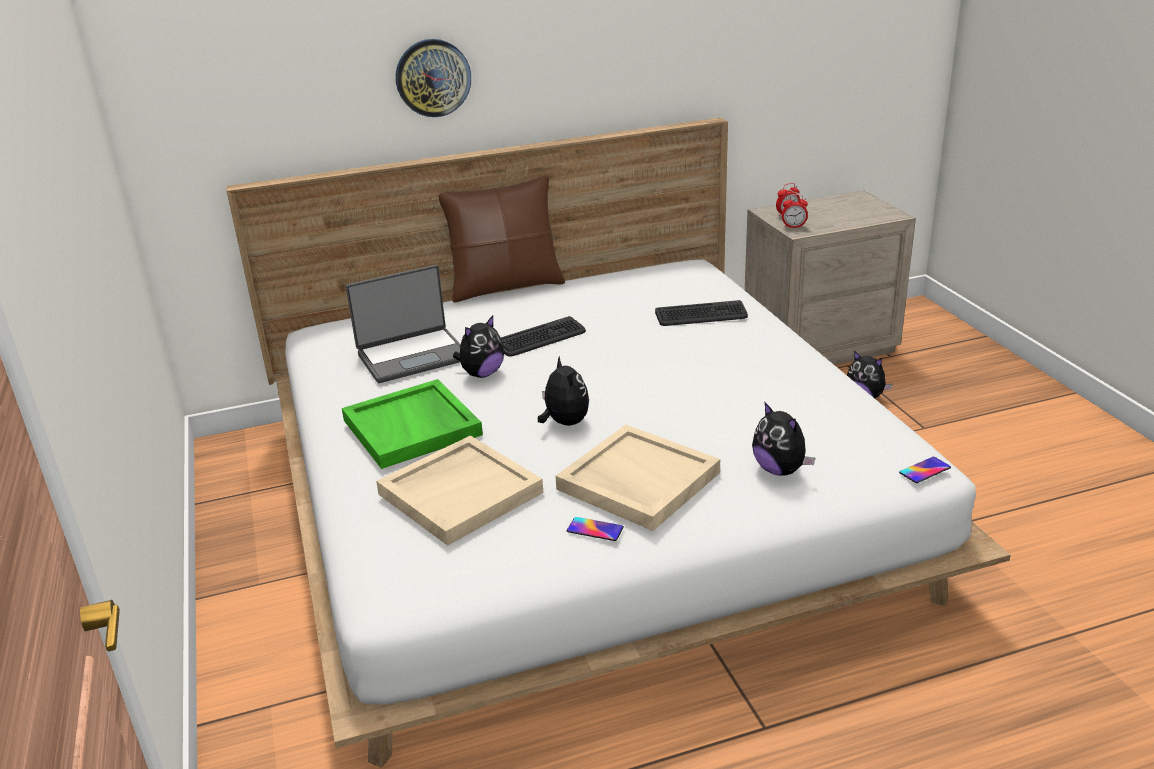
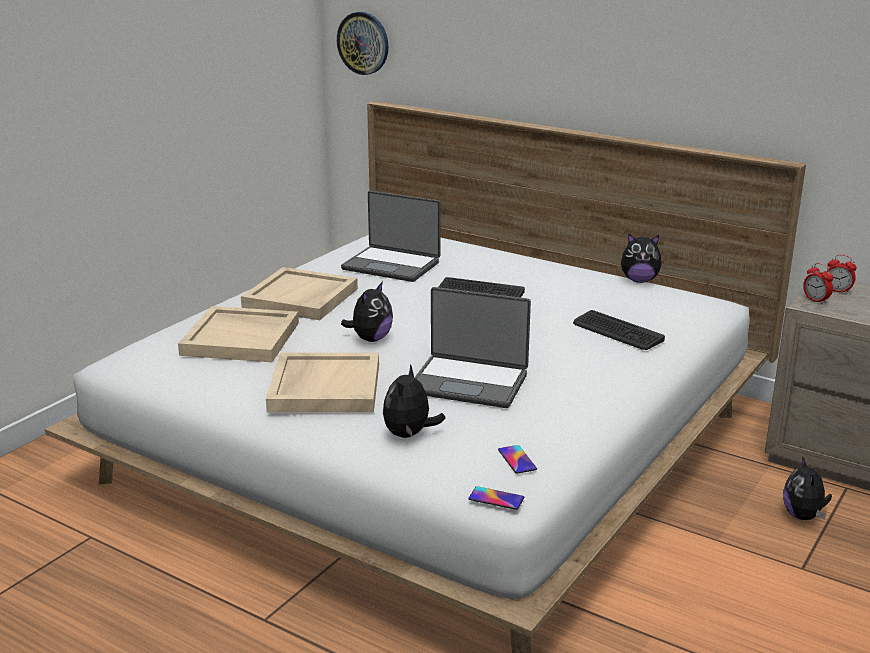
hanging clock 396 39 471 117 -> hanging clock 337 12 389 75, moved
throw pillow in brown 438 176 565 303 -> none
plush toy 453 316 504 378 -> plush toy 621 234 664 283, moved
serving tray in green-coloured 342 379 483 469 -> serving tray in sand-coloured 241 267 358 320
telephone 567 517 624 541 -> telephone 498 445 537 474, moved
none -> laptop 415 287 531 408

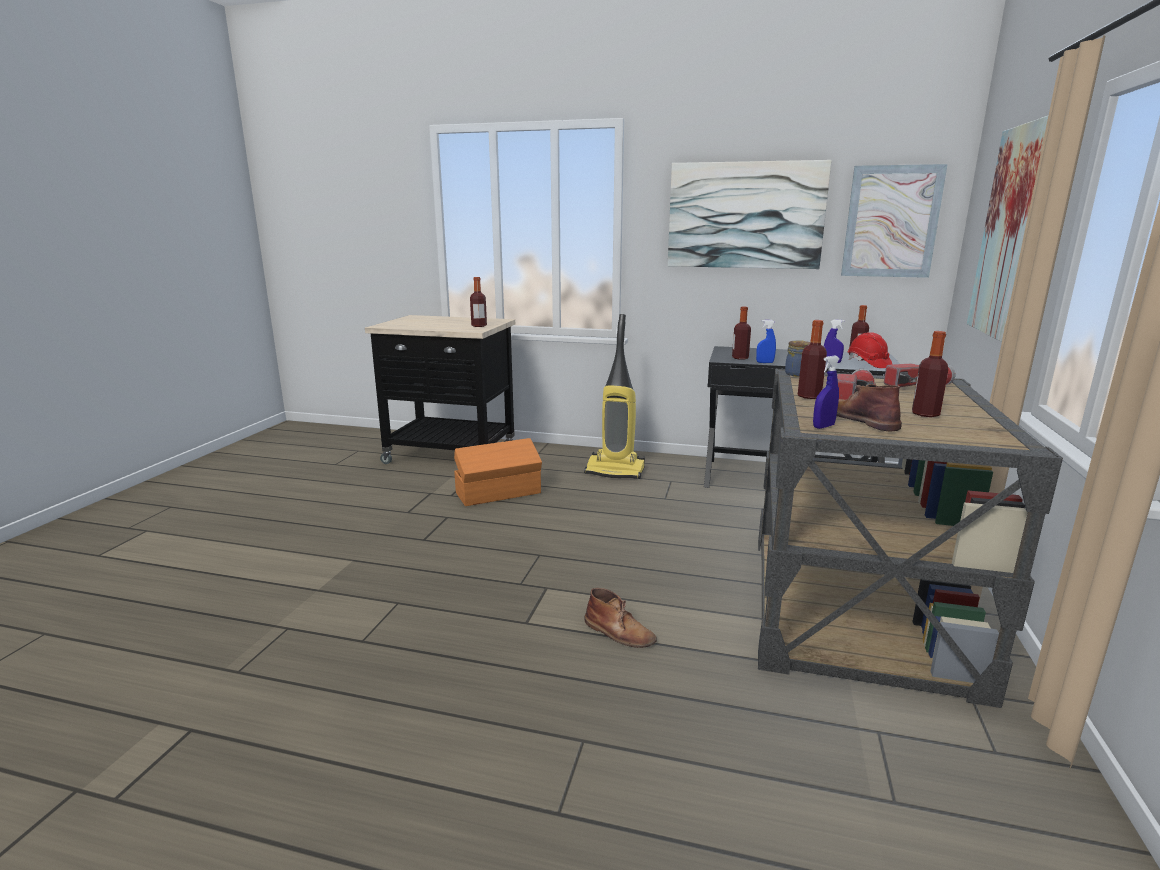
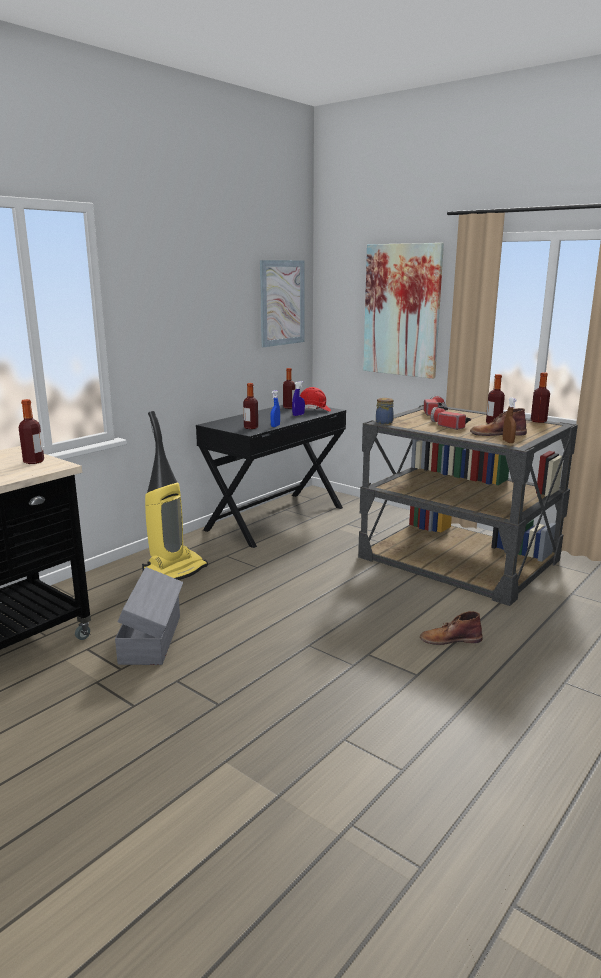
wall picture 668 160 832 269 -> none
bottle 798 320 827 399 -> bottle 531 372 550 423, moved
spray bottle in blue-coloured 813 355 840 429 -> spray bottle in brown 503 397 517 443
storage bin in orange-coloured 454 438 542 506 -> storage bin in gray 115 567 183 665
boot in brown 584 588 657 648 -> boot in brown 420 611 483 645, 150 degrees counterclockwise

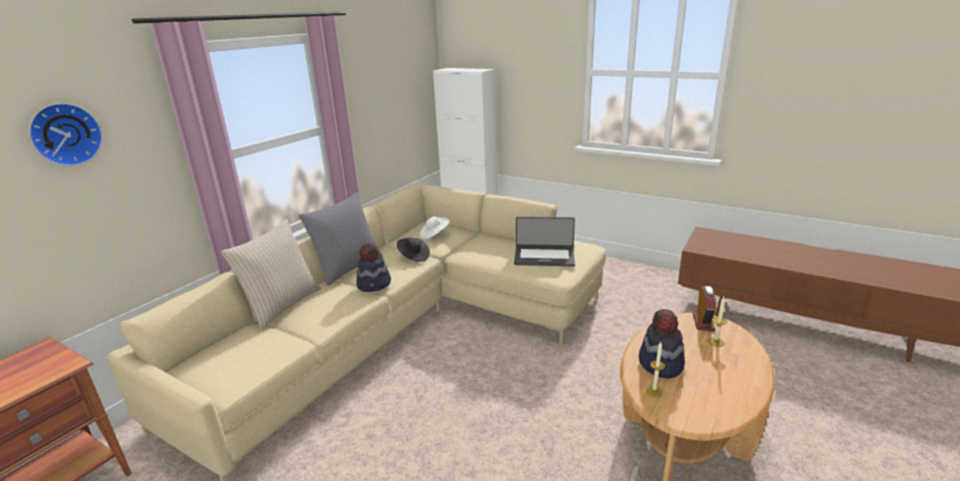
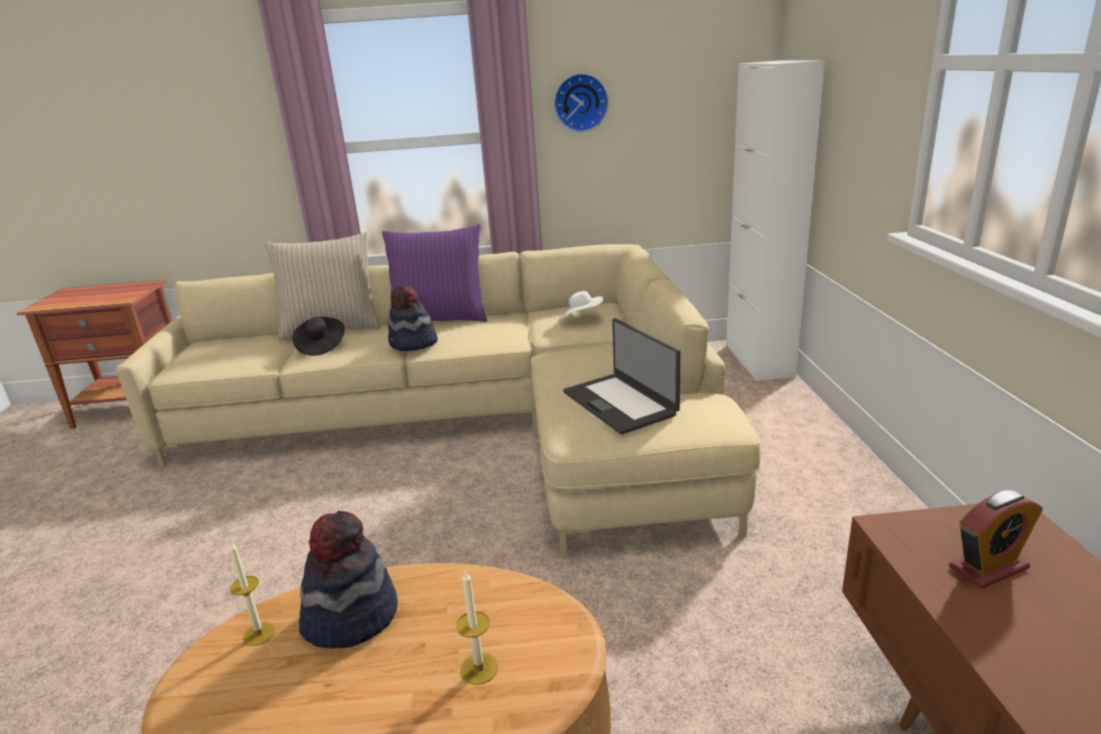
hanging clock 29 103 103 166 -> hanging clock 554 73 609 132, moved
throw pillow in gray 299 192 383 285 -> throw pillow in purple-coloured 382 224 487 323
hat in blackish 397 237 430 262 -> hat in blackish 292 317 345 356, moved
bedside clock 693 286 716 331 -> bedside clock 949 490 1043 589, moved

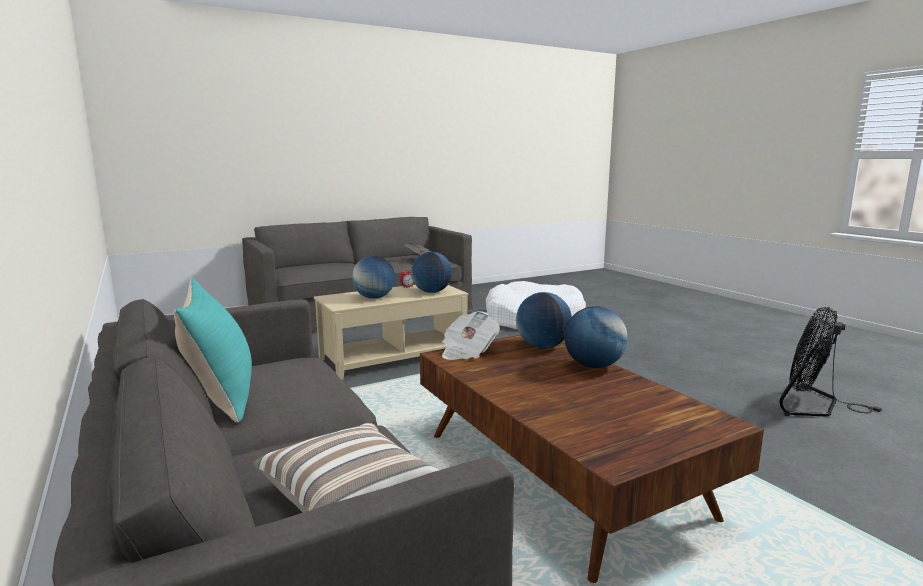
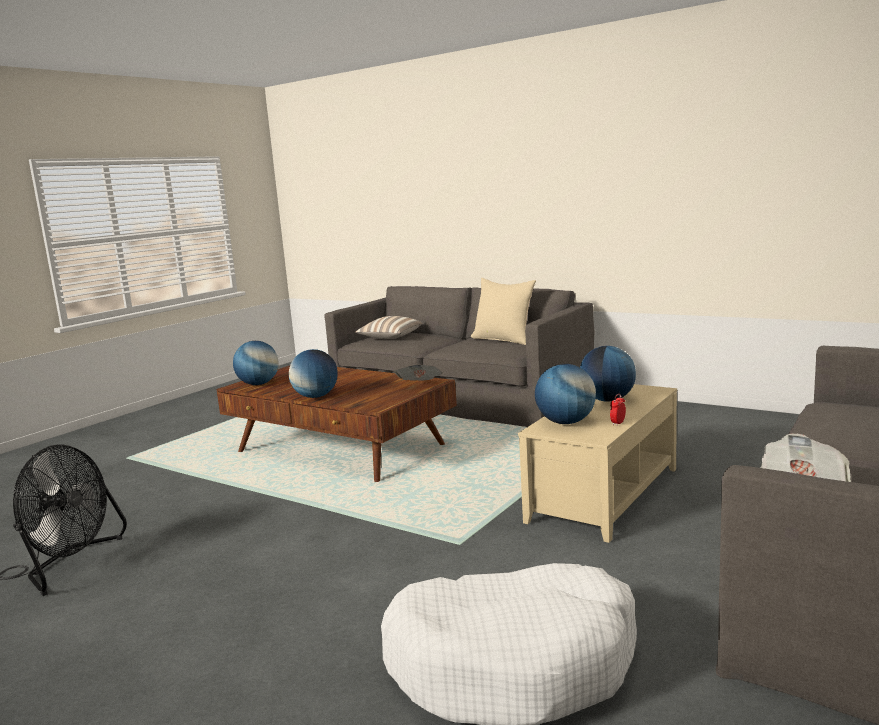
throw pillow in turquoise-coloured 174 278 252 423 -> throw pillow in sand-coloured 471 278 536 345
world globe 516 292 572 348 -> world globe 233 341 279 385, moved

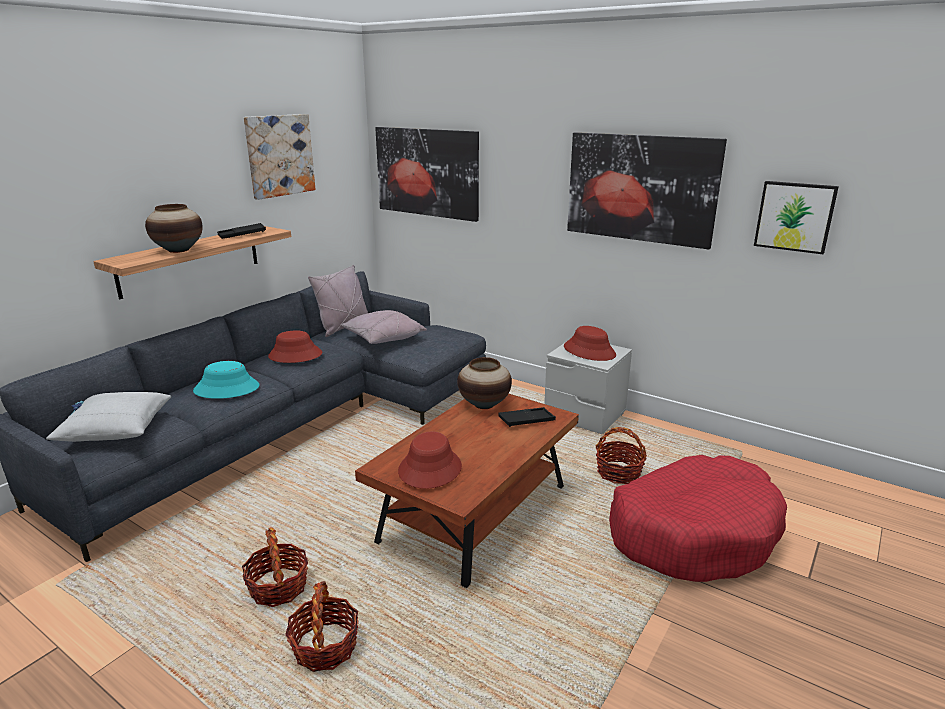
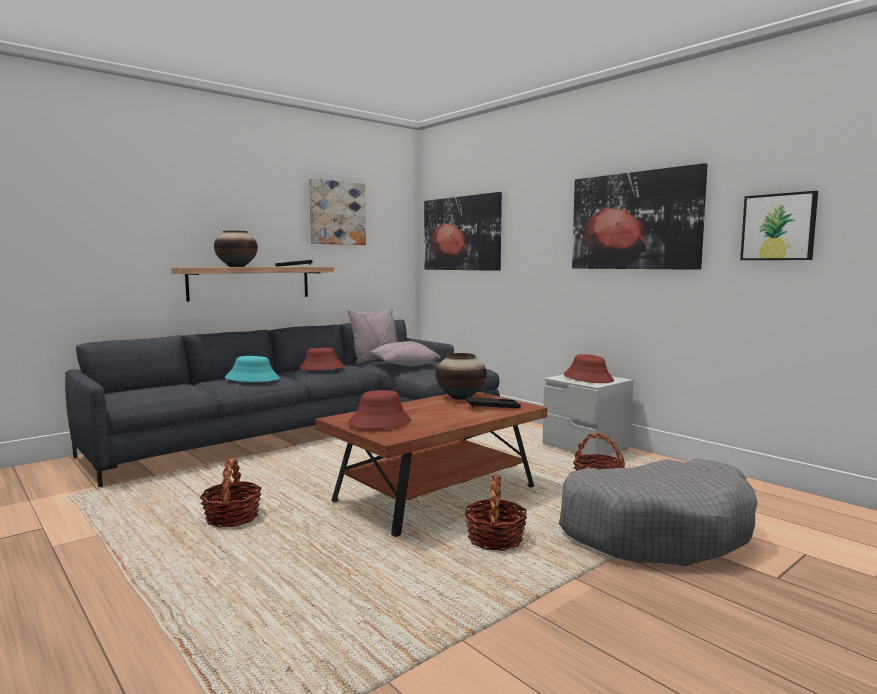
throw pillow in gray 46 392 171 442 -> none
dog bed in reddish 609 455 787 582 -> dog bed in gray 559 458 757 566
household basket 285 581 359 672 -> household basket 465 475 527 551, moved

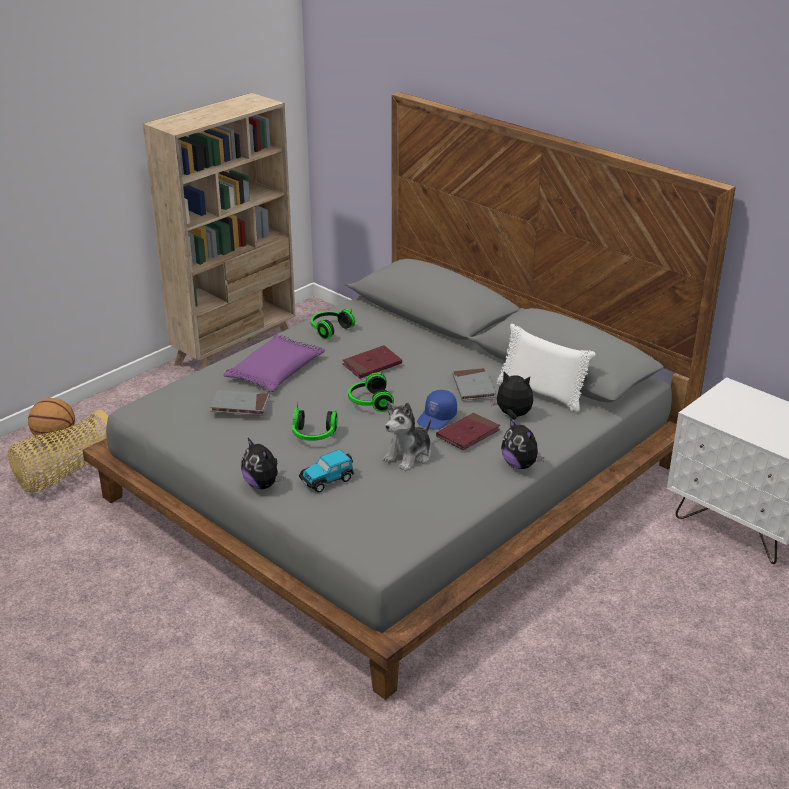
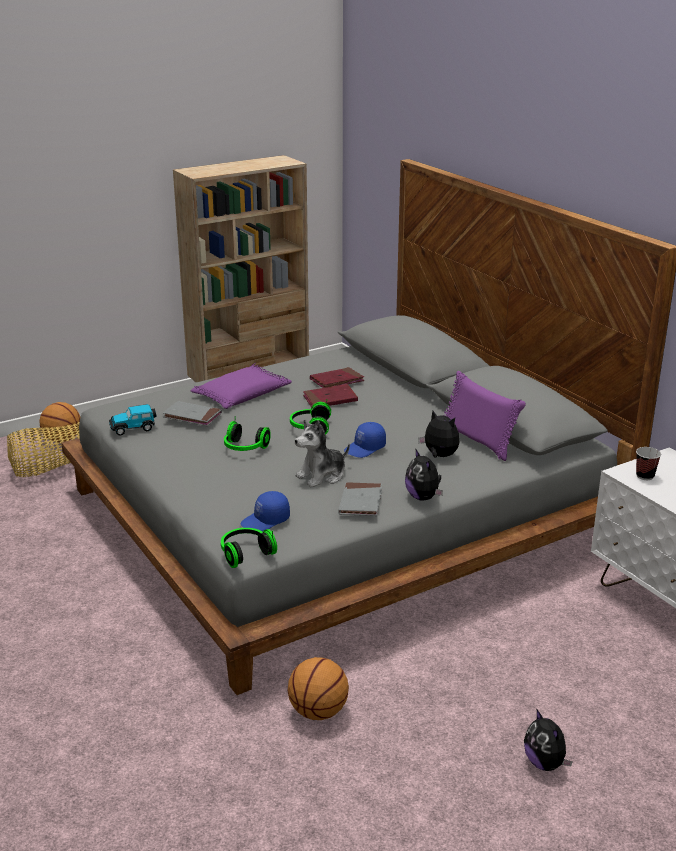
pair of headphones 311 308 355 340 -> pair of headphones 221 528 277 568, moved
throw pillow in white 497 324 595 412 -> throw pillow in purple-coloured 443 371 526 461
volume in gray 452 368 496 401 -> volume in gray 338 482 382 516, moved
volume in reddish 436 413 500 450 -> volume in reddish 310 367 364 388, moved
plush toy 241 438 283 489 -> plush toy 524 710 573 771, moved
model car 299 449 354 493 -> model car 109 404 157 436, moved
none -> drinking cup 636 447 661 480
none -> baseball cap in blue-coloured 241 491 290 532
none -> basketball 288 657 349 720

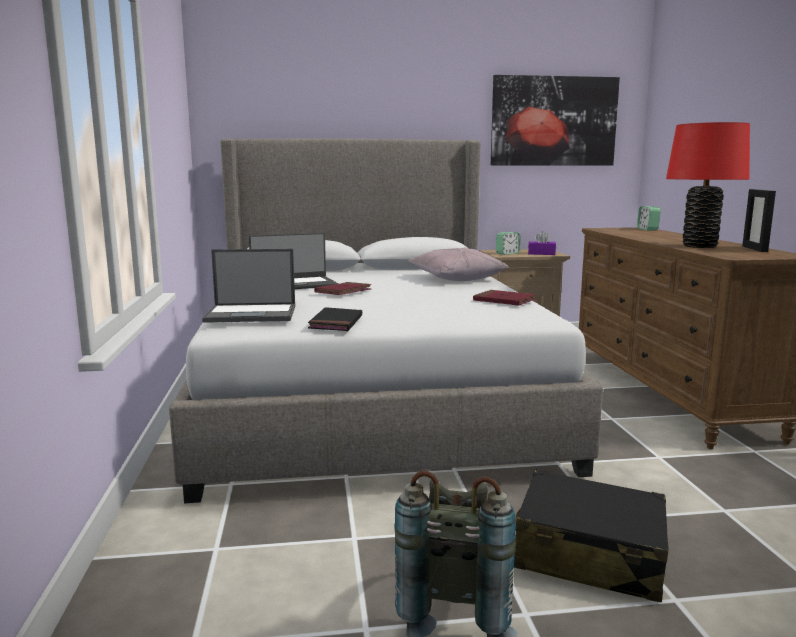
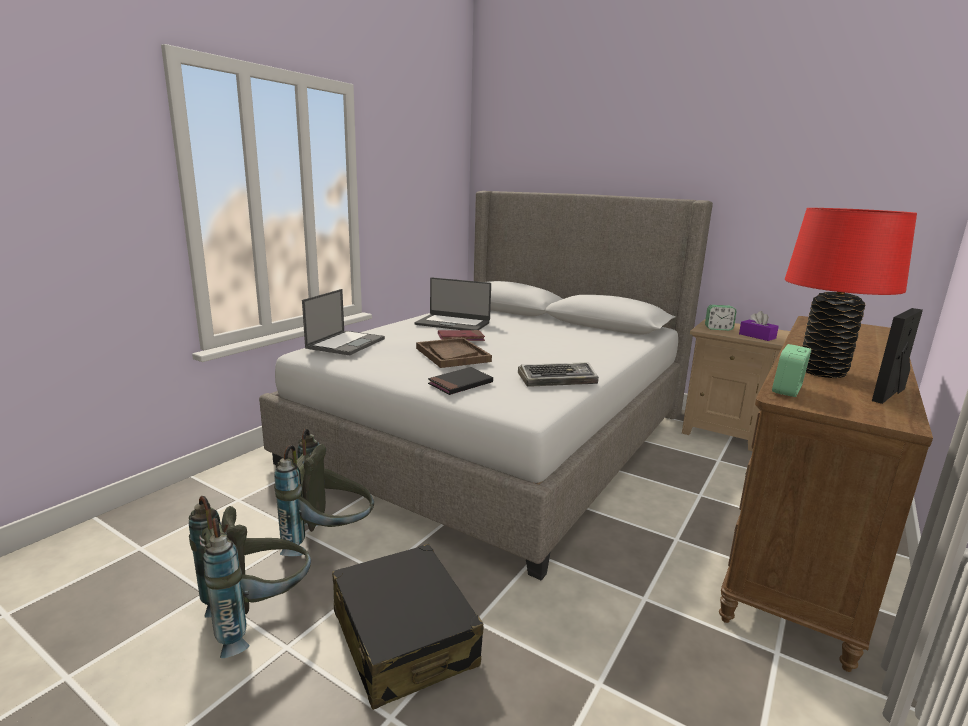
wall picture 491 75 620 165 -> none
bedside clock 637 206 661 231 -> bedside clock 772 344 811 397, moved
throw pillow in purple-coloured 408 248 509 281 -> none
laptop 202 249 295 323 -> laptop 302 289 385 355, 105 degrees counterclockwise
volume in reddish 473 290 536 306 -> keyboard 518 362 599 387
volume in blackish 308 307 362 331 -> volume in blackish 428 367 493 395, moved
none -> serving tray in brown 416 338 492 368
none -> rucksack in gray 274 428 374 556

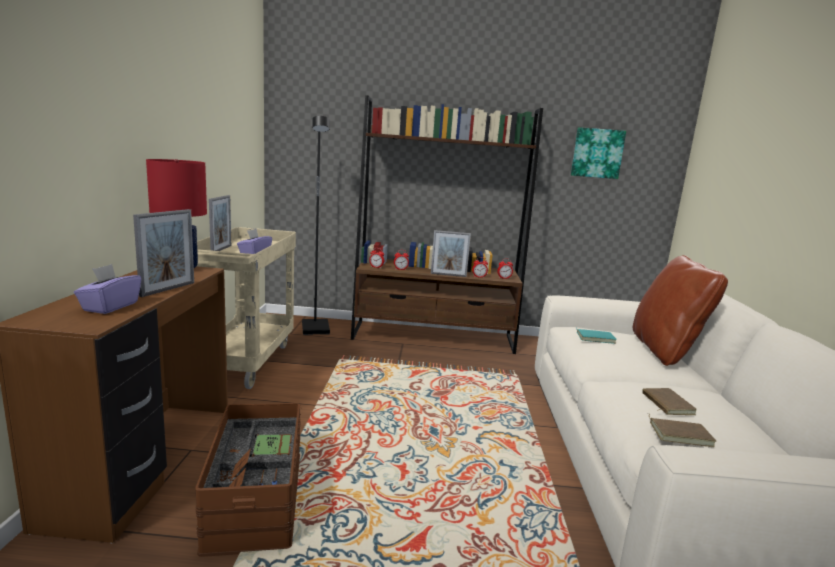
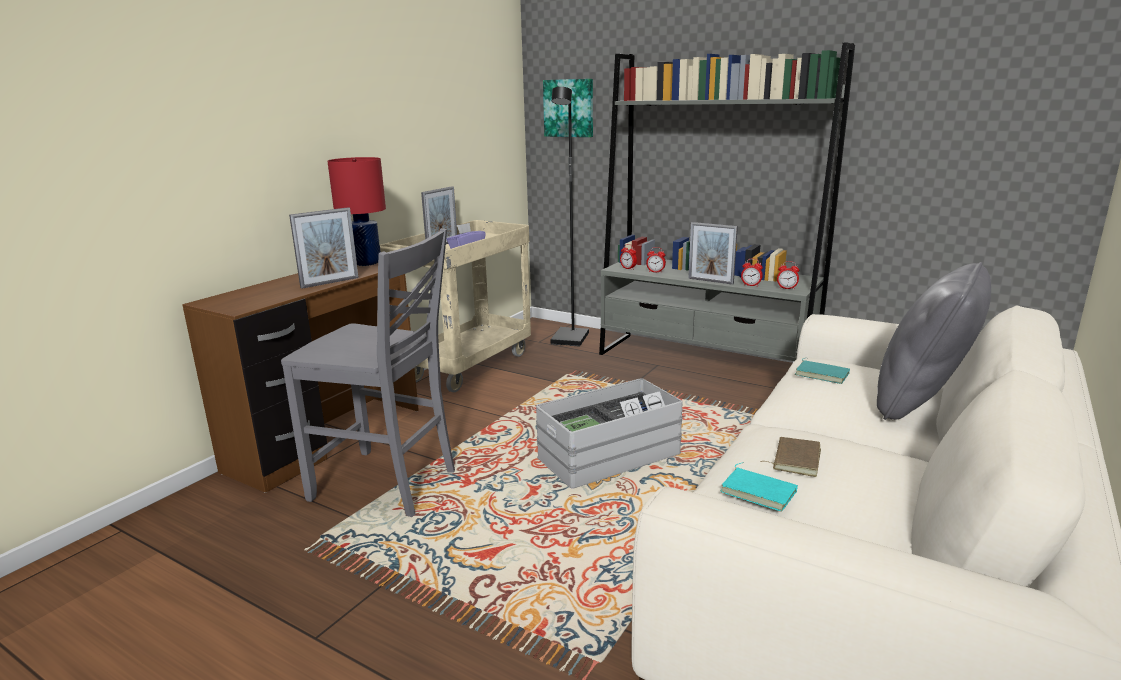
shelving unit in brown 351 95 543 354 -> shelving unit in gray 599 42 855 361
wall picture 571 127 626 179 -> wall picture 543 79 593 137, moved
throw pillow in brown 633 255 728 366 -> throw pillow in gray 877 262 991 420
tissue holder in purple-coloured 74 264 141 314 -> none
storage bin in brown 195 403 302 557 -> plain chair in gray 281 228 455 517
volume in brown 648 413 716 447 -> volume in turquoise-coloured 720 463 798 512
none -> storage bin in gray 536 378 683 489

